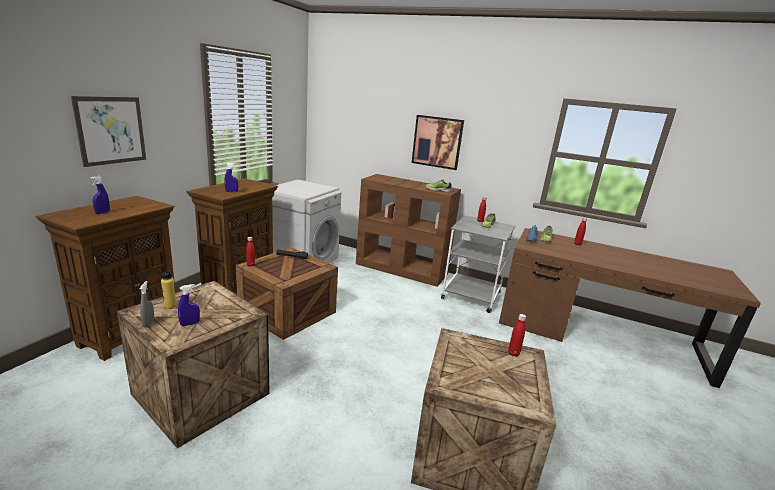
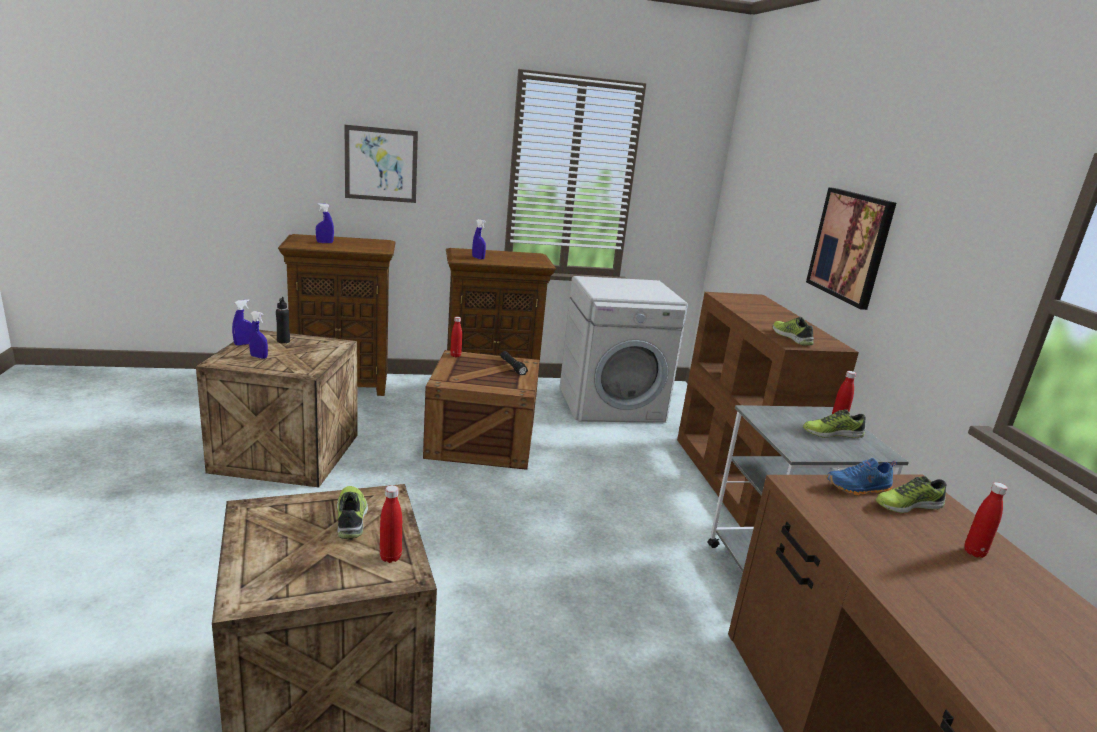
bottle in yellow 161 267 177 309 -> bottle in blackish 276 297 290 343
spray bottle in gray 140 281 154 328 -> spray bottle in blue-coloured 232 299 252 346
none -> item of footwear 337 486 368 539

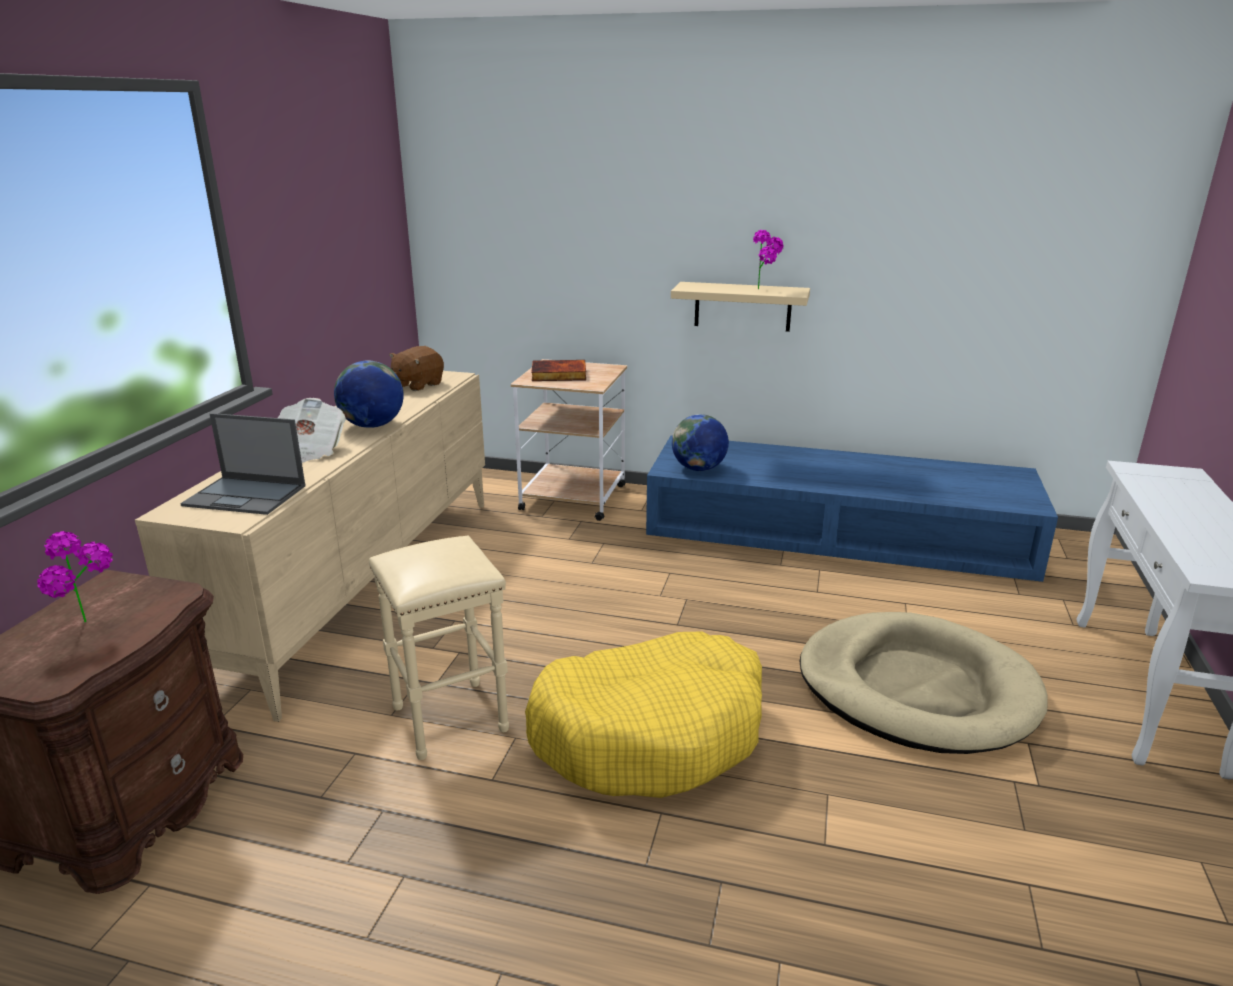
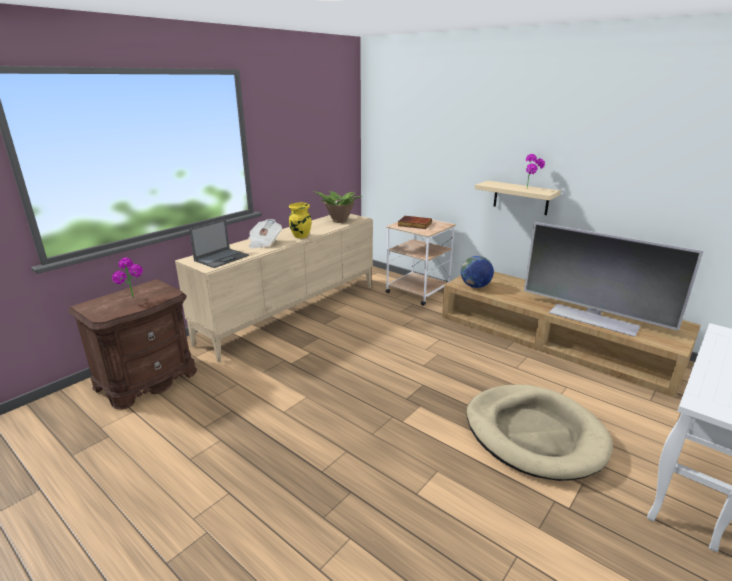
plush toy in brown 389 346 444 391 -> plant in a pot 313 191 363 223
world globe 334 361 404 428 -> flower vase in yellow 289 203 311 238
laptop 180 413 306 515 -> laptop 189 219 249 268, 90 degrees counterclockwise
tv unit in blue-coloured 646 435 1058 582 -> tv unit in brown 442 272 701 397
sitting stool in sand-coloured 369 536 509 760 -> none
dog bed in yellow 525 631 762 798 -> none
none -> TV set 524 222 704 337

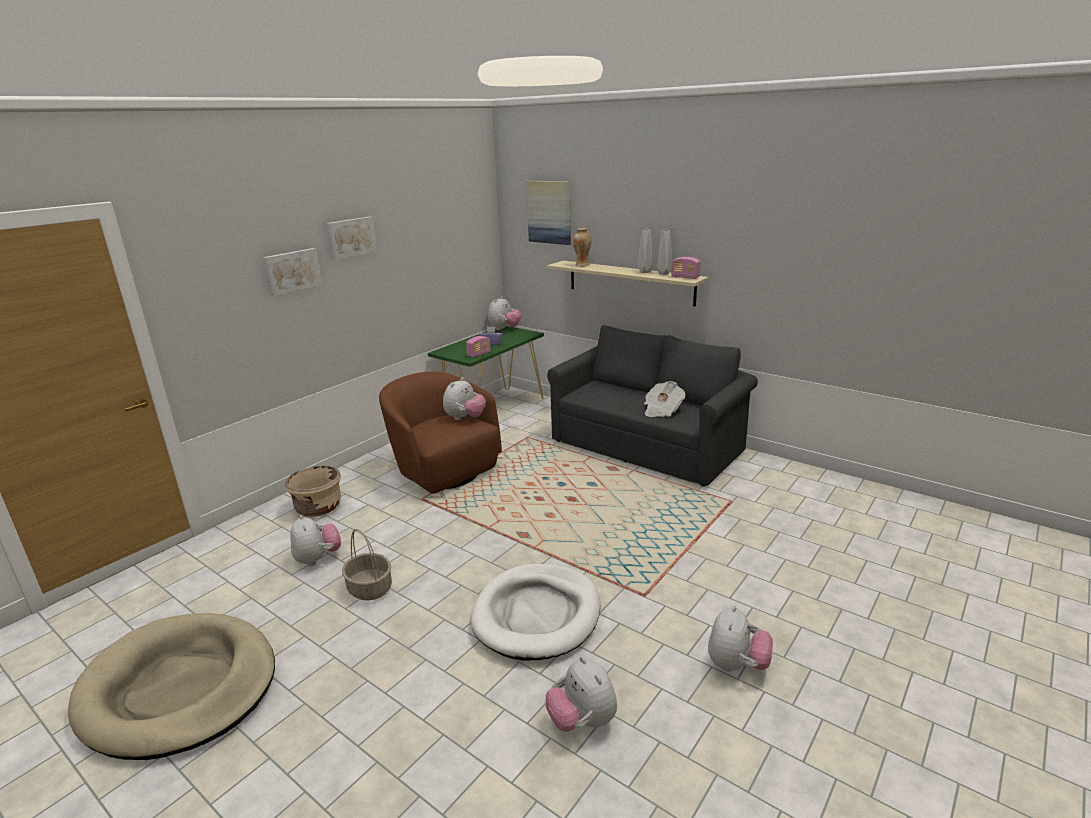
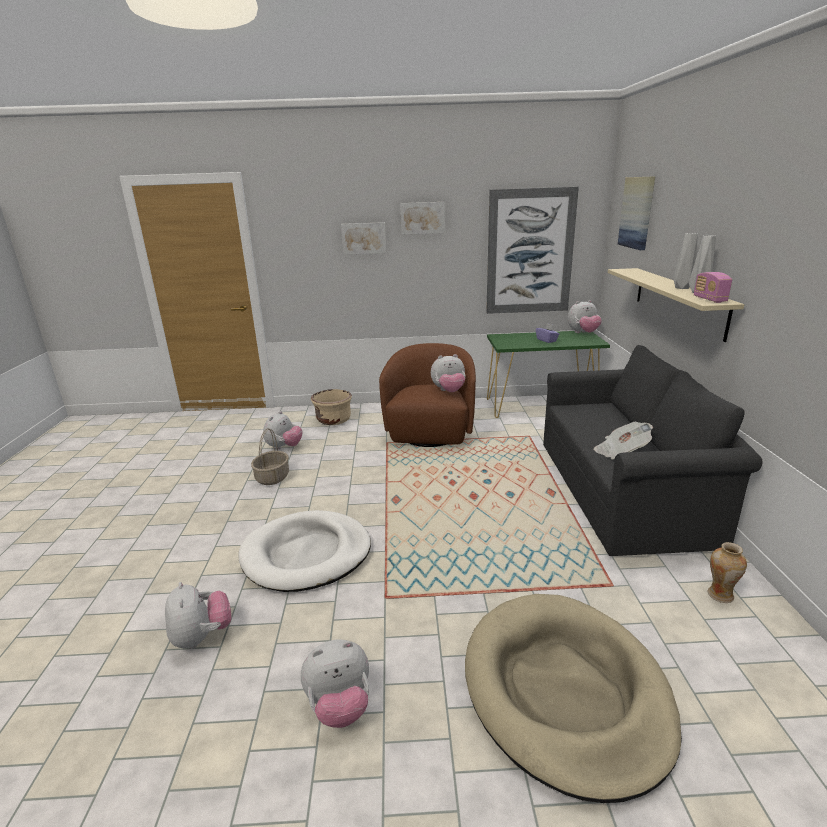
flower vase 572 228 592 267 -> flower vase 707 542 747 603, moved
radio set 466 336 491 357 -> none
dog bed in sand-coloured 68 613 275 760 -> dog bed in sand-coloured 465 594 682 803, moved
plush toy 546 656 617 732 -> plush toy 165 582 231 649, 135 degrees clockwise
none -> wall picture 486 187 579 314

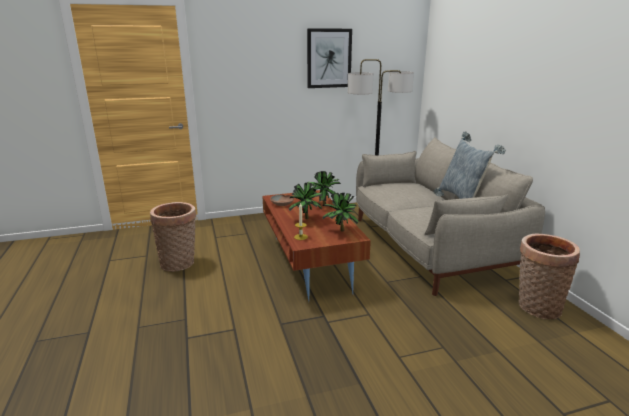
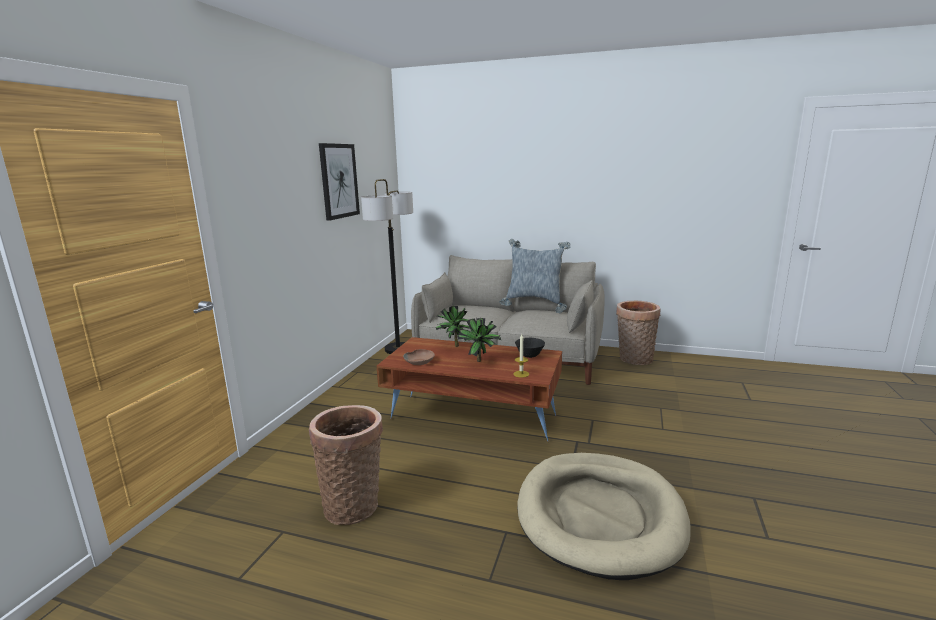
plant in a pot 323 193 359 232 -> deep dish in blackish 515 338 545 358
none -> dog bed in sand-coloured 517 453 691 580

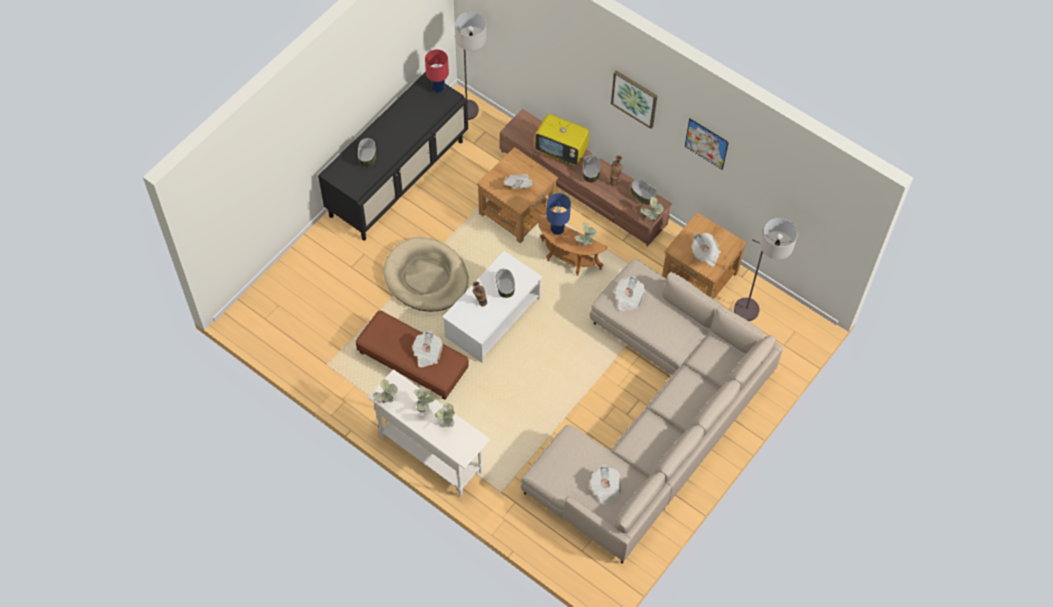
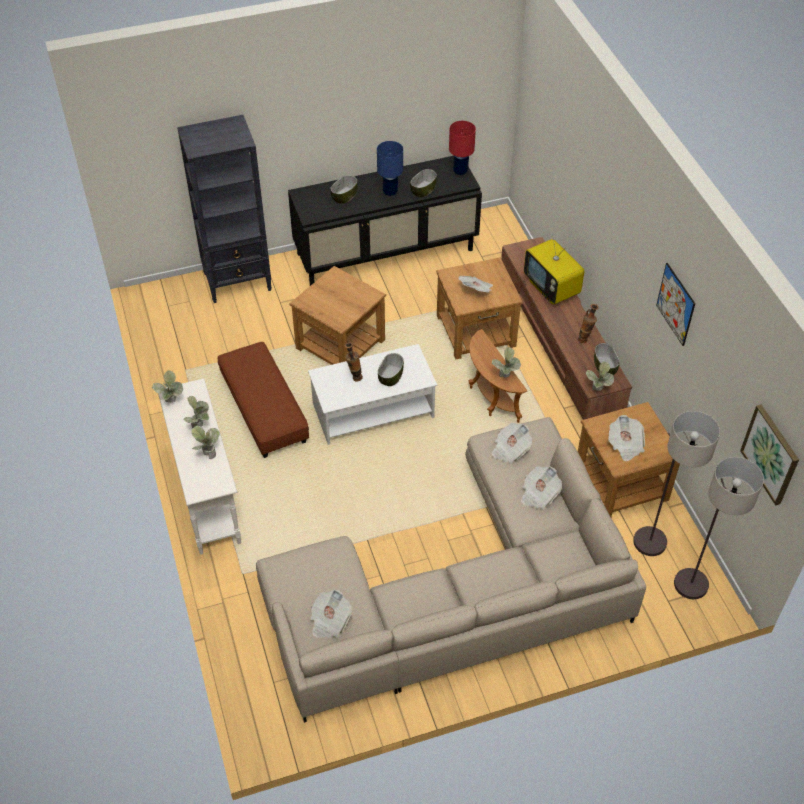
standing lamp in gray 455 12 487 120 -> standing lamp in gray 674 457 764 599, moved
wall picture 611 71 657 129 -> wall picture 740 405 799 505, moved
deep dish 583 155 600 182 -> deep dish 410 169 437 197, moved
tabletop lamp in blue-coloured 547 193 571 235 -> tabletop lamp in blue-coloured 377 141 403 196, moved
dog bed in sand-coloured 383 237 469 311 -> end table in brown 289 266 386 365
daily paper 412 331 443 367 -> daily paper 521 466 562 509, moved
none -> shelving unit in blackish 177 115 272 303

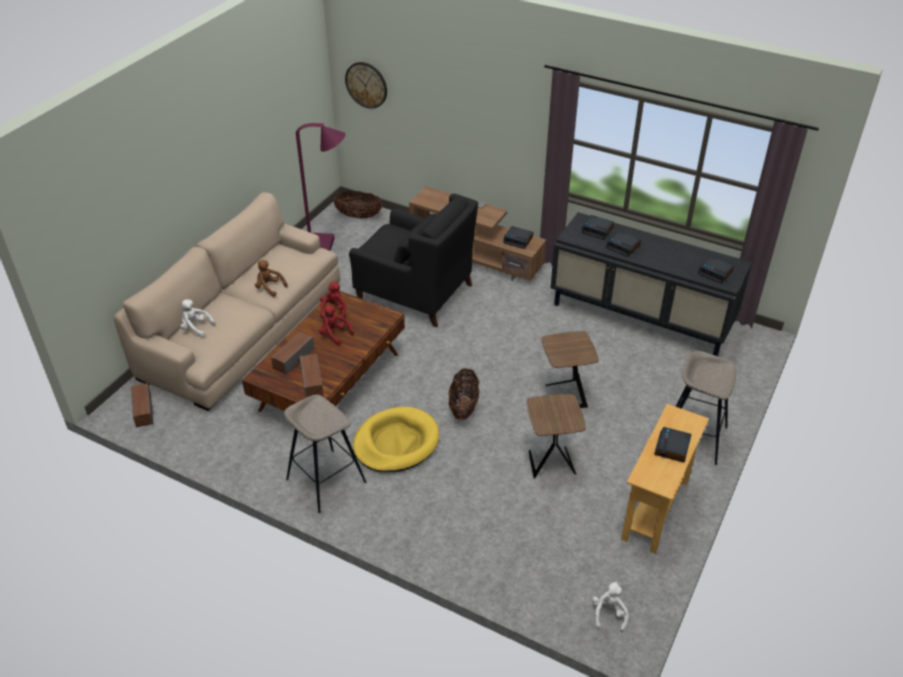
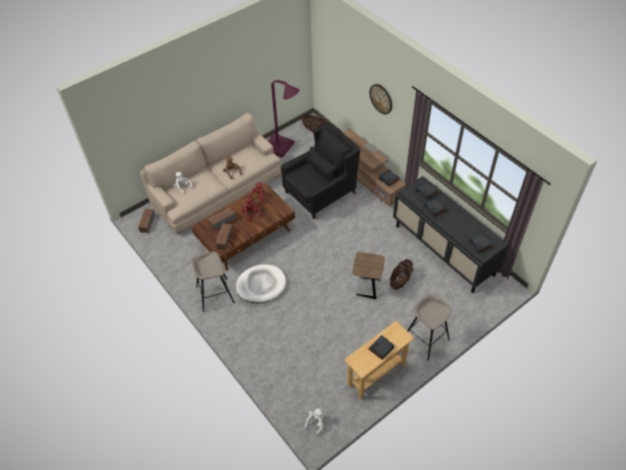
hanging clock 345 62 387 109 -> hanging clock 369 84 392 114, moved
lounge chair in blackish 349 194 478 327 -> lounge chair in blackish 281 122 360 219, 90 degrees counterclockwise
household basket 449 368 479 420 -> household basket 390 259 413 290, moved
end table in brown 527 394 586 479 -> none
dog bed in yellow 353 407 440 472 -> dog bed in white 236 264 286 303

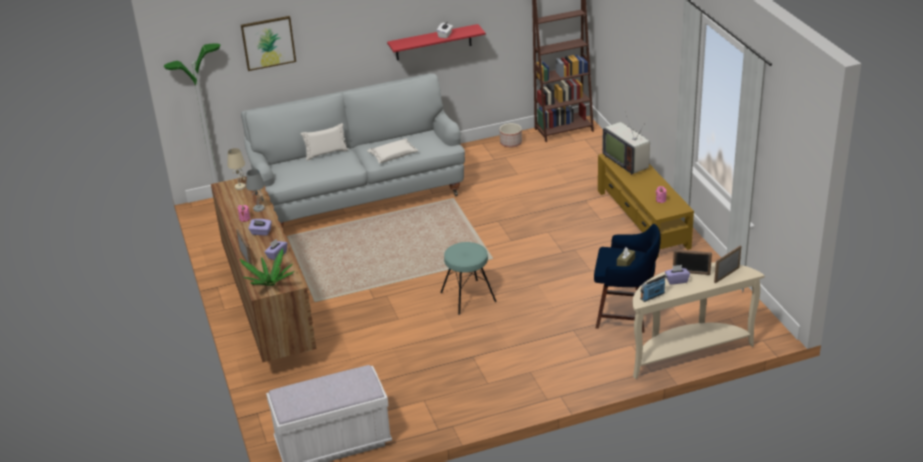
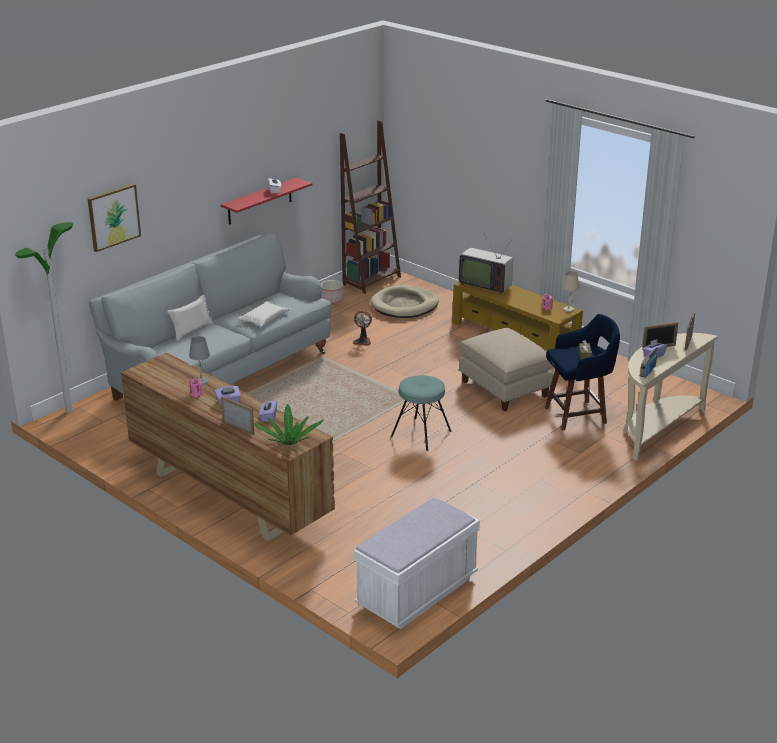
tabletop lamp in sand-coloured 227 148 246 190 -> tabletop lamp in sand-coloured 562 271 579 312, moved
none -> dog bed in sand-coloured 371 285 439 318
none -> fan 352 310 372 346
none -> pouffe in sand-coloured 459 328 553 411

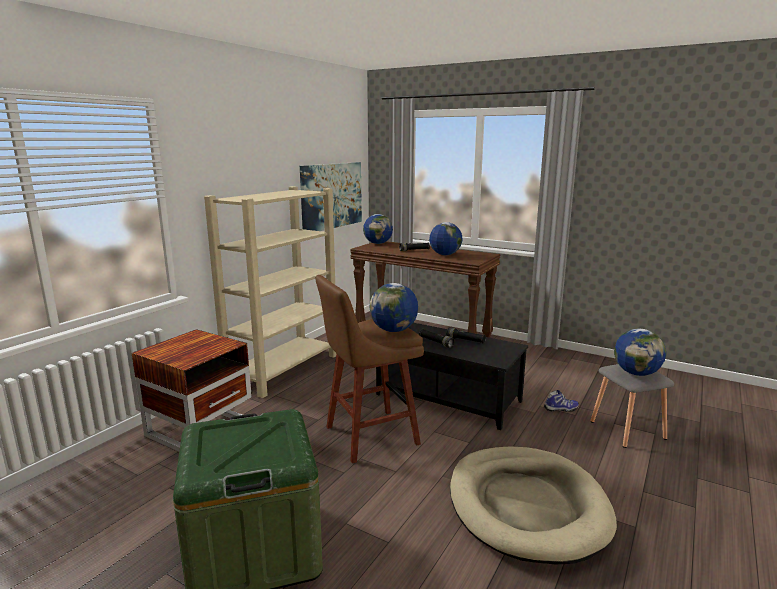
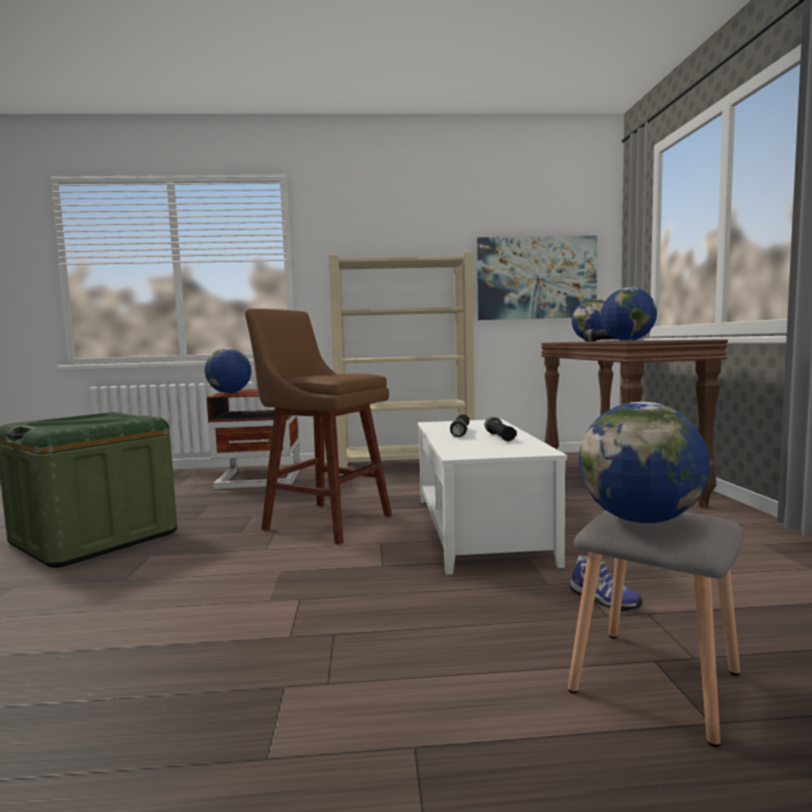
world globe 370 283 418 332 -> world globe 204 348 251 393, moved
low table in blackish 376 323 528 430 -> low table in white 418 419 567 575
dog bed in sand-coloured 450 446 617 564 -> none

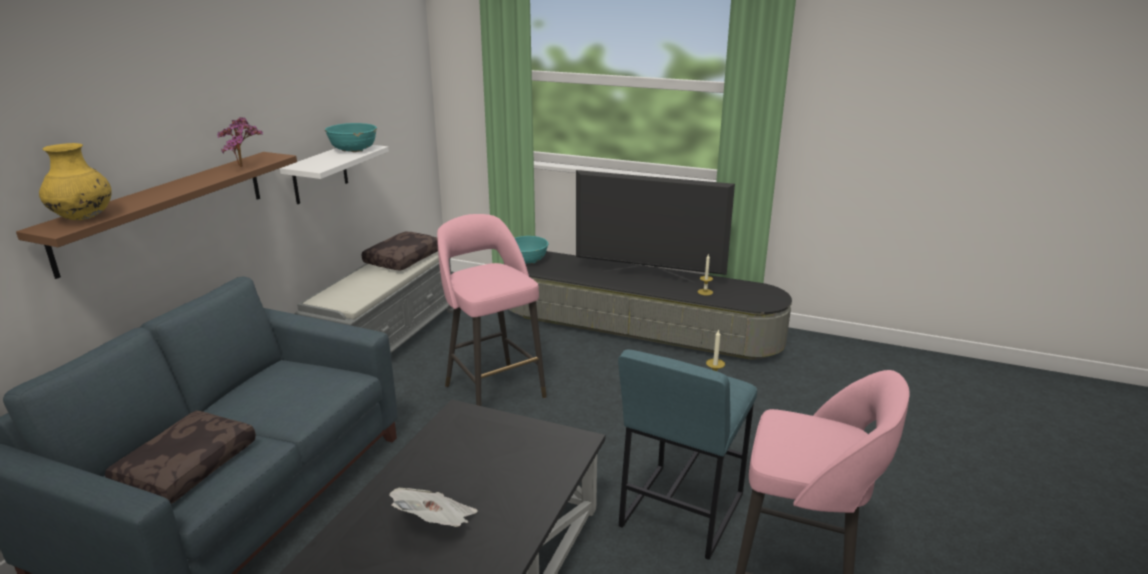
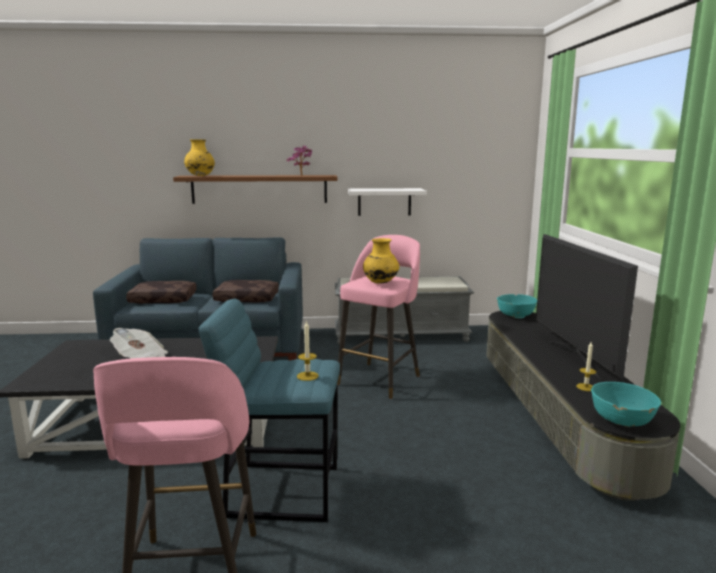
deep dish in turquoise-coloured 325 123 377 152 -> deep dish in turquoise-coloured 591 382 661 427, moved
throw pillow in brown 362 231 438 271 -> throw pillow in brown 212 280 279 302, moved
none -> flower vase in yellow 363 238 399 284

